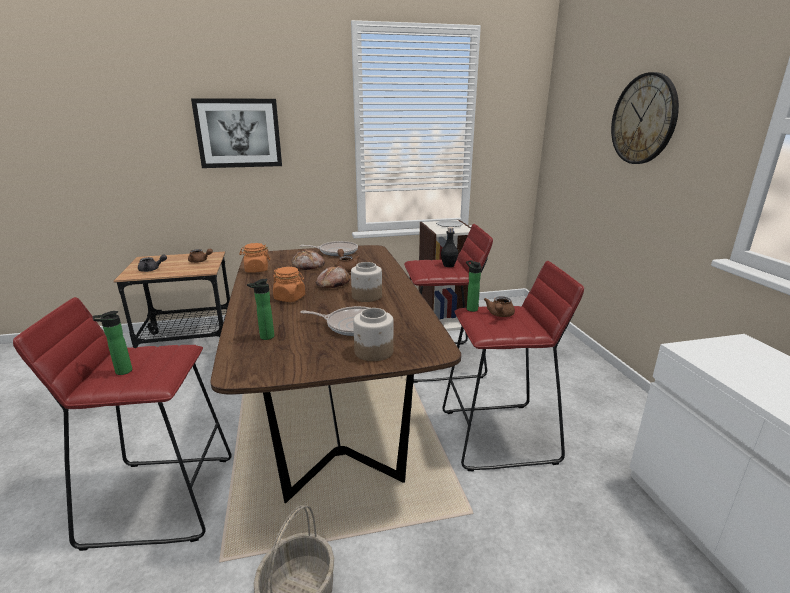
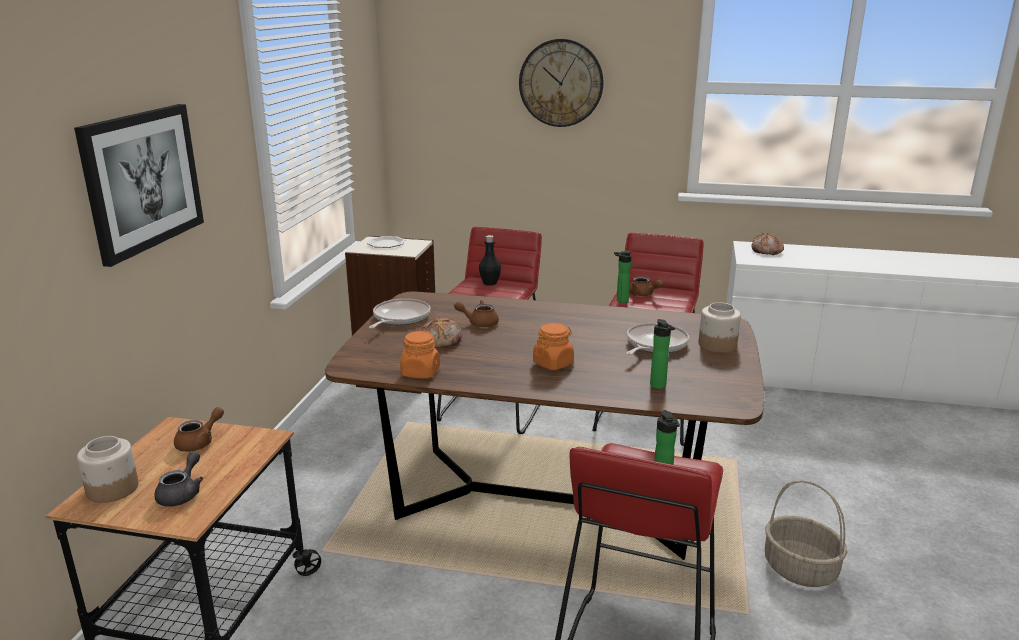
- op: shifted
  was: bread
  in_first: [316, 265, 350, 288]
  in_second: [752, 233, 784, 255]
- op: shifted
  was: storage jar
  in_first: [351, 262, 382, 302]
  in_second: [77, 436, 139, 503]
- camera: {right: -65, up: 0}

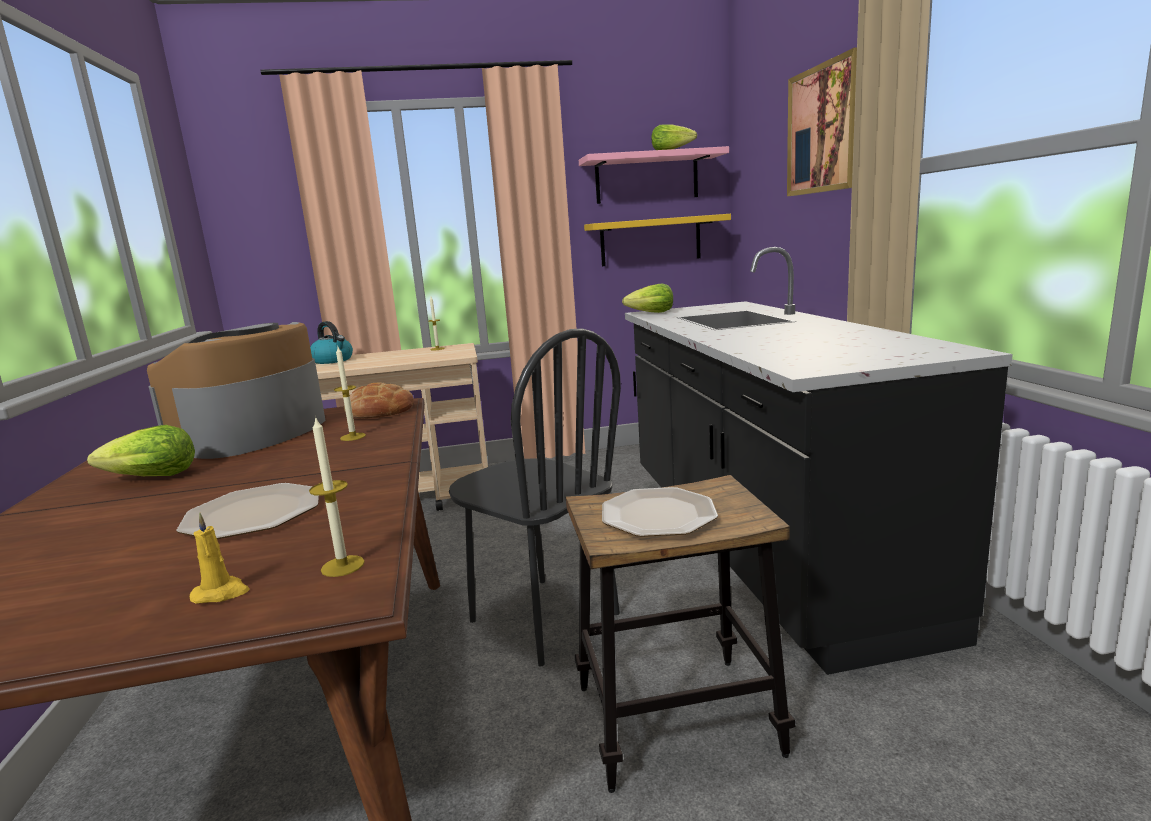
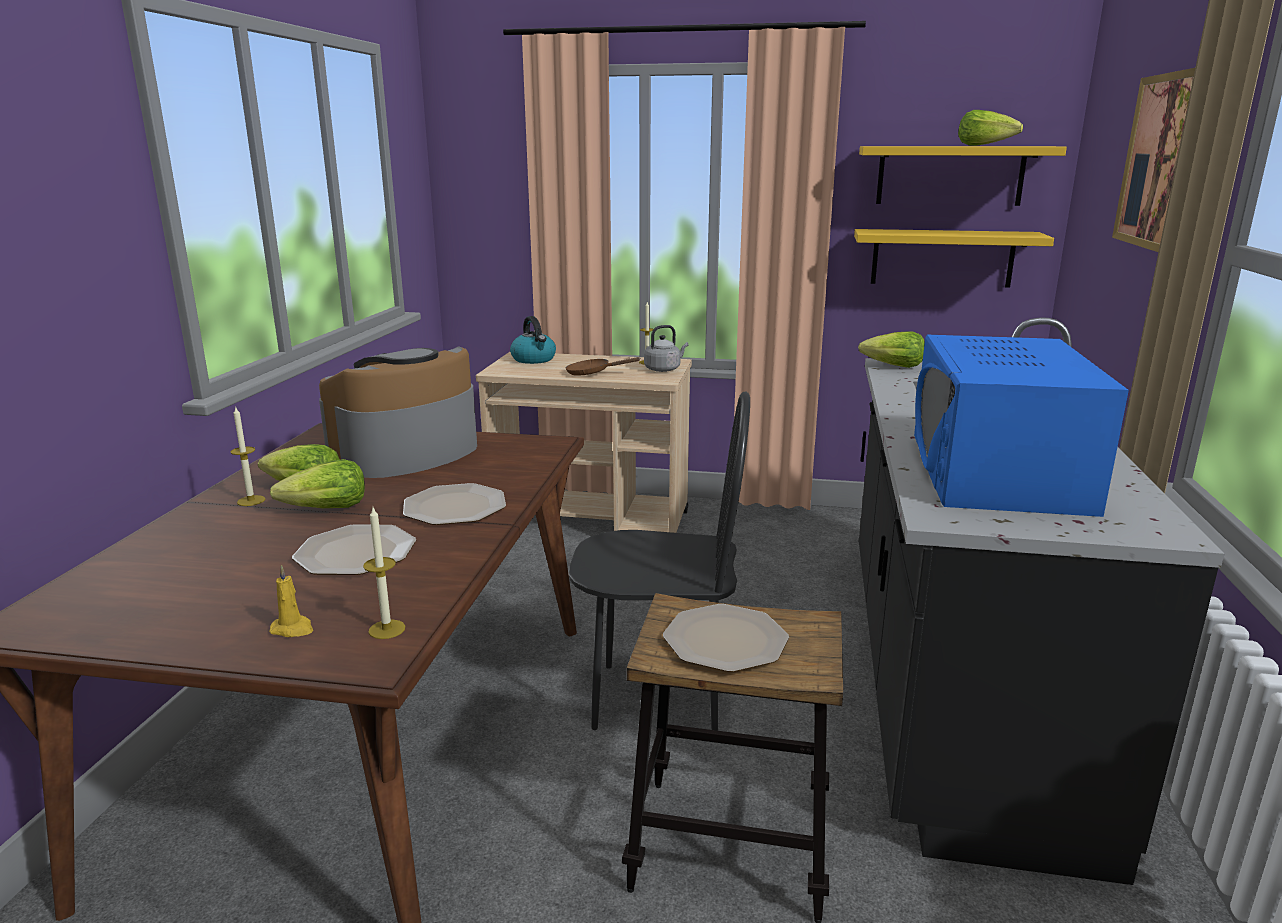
- op: gone
  was: bread
  in_first: [344, 382, 414, 419]
- op: new
  now: head of lettuce
  in_second: [270, 459, 365, 508]
- op: new
  now: plate
  in_second: [403, 483, 506, 525]
- op: new
  now: brownish skillet
  in_second: [566, 357, 641, 376]
- op: new
  now: grey kettle
  in_second: [644, 325, 689, 372]
- op: new
  now: blue microwave
  in_second: [914, 335, 1129, 517]
- op: shifted
  was: wax candle
  in_first: [334, 347, 366, 441]
  in_second: [230, 406, 266, 506]
- op: repainted
  was: pink-coloured bracket shelf
  now: yellow-coloured bracket shelf
  in_first: [579, 146, 729, 204]
  in_second: [859, 146, 1067, 206]
- op: rotated
  was: black-coloured chair
  in_first: [449, 328, 621, 666]
  in_second: [568, 391, 750, 731]
  clockwise: -60
- camera: {right: 20, up: 5}

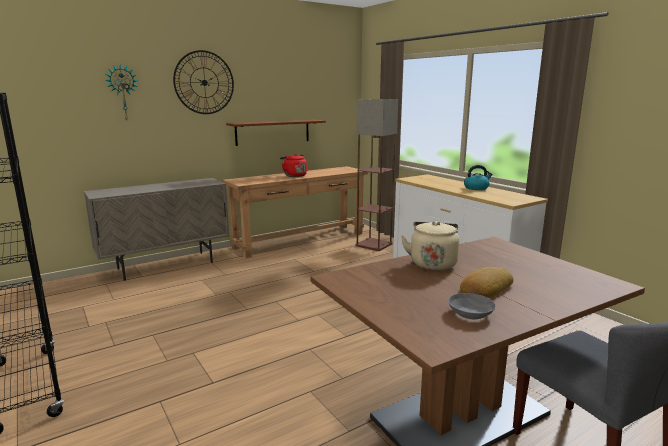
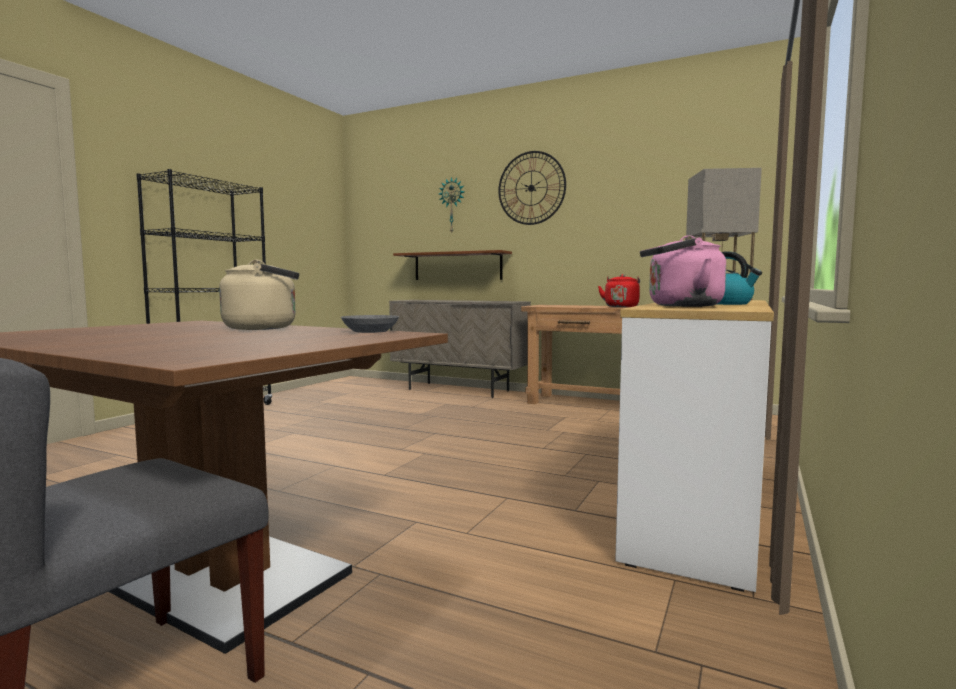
- op: gone
  was: bread
  in_first: [460, 267, 513, 298]
- op: new
  now: pink-coloured kettle
  in_second: [640, 235, 726, 307]
- op: shifted
  was: brownish bracket shelf
  in_first: [226, 120, 326, 146]
  in_second: [393, 250, 512, 280]
- op: shifted
  was: grey deep dish
  in_first: [448, 293, 496, 319]
  in_second: [341, 315, 399, 333]
- camera: {right: 60, up: -10}

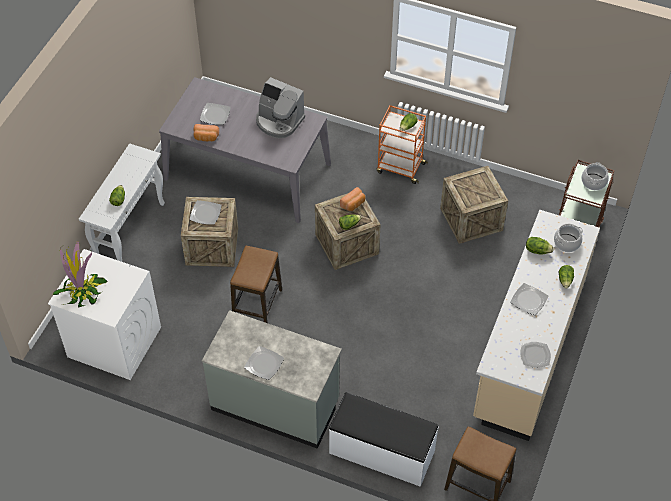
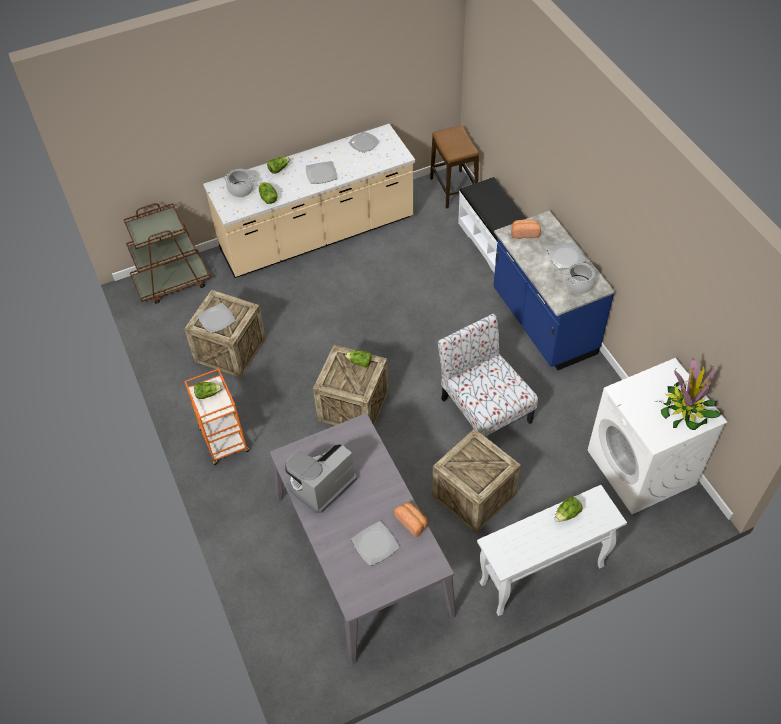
- op: shifted
  was: plate
  in_first: [190, 200, 222, 225]
  in_second: [197, 303, 236, 334]
- op: shifted
  was: bread
  in_first: [340, 187, 365, 211]
  in_second: [511, 219, 541, 239]
- op: shifted
  was: stockpot
  in_first: [582, 162, 609, 190]
  in_second: [564, 263, 596, 294]
- op: swapped
  was: stool
  now: chair
  in_first: [230, 246, 282, 323]
  in_second: [438, 314, 538, 437]
- op: repainted
  was: grey kitchen counter
  now: blue kitchen counter
  in_first: [202, 310, 342, 449]
  in_second: [493, 210, 615, 370]
- op: rotated
  was: coffee maker
  in_first: [256, 77, 305, 138]
  in_second: [285, 444, 357, 513]
  clockwise: -120
- camera: {right: -135, up: 0}

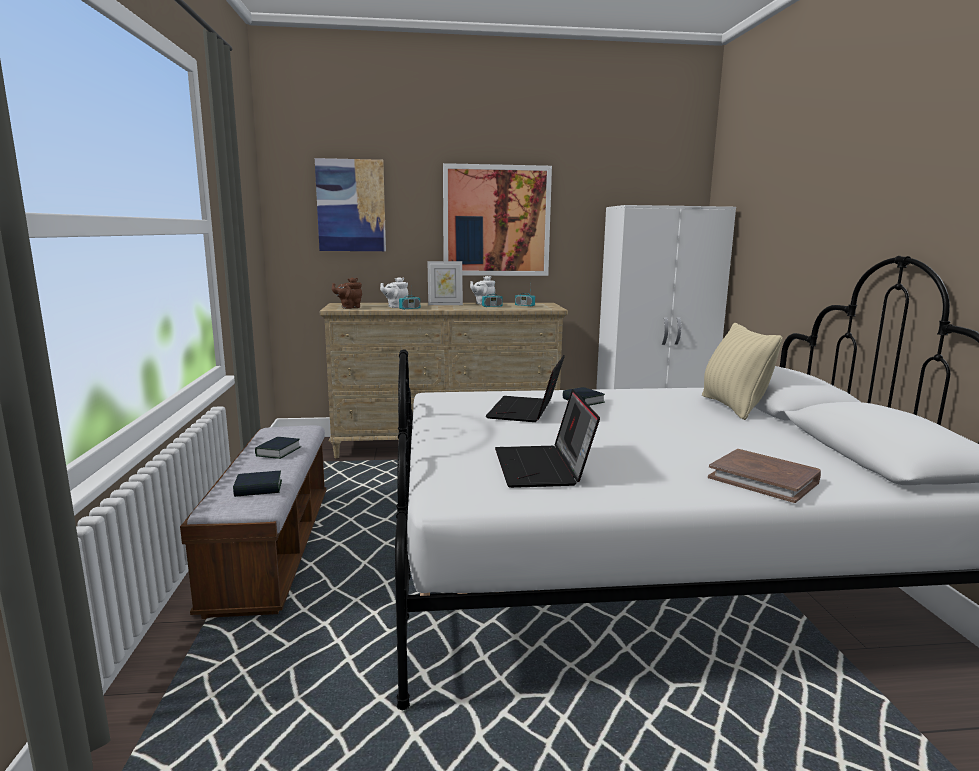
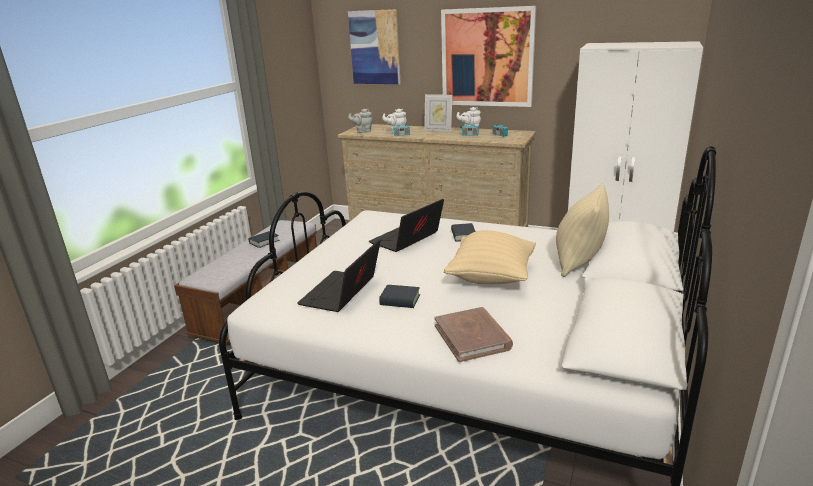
- op: new
  now: beige throw pillow
  in_second: [444, 230, 536, 284]
- op: shifted
  was: volume
  in_first: [233, 471, 282, 497]
  in_second: [379, 285, 420, 308]
- op: repainted
  was: brownish teapot
  now: grey teapot
  in_first: [332, 278, 362, 309]
  in_second: [348, 109, 373, 133]
- camera: {right: 30, up: 10}

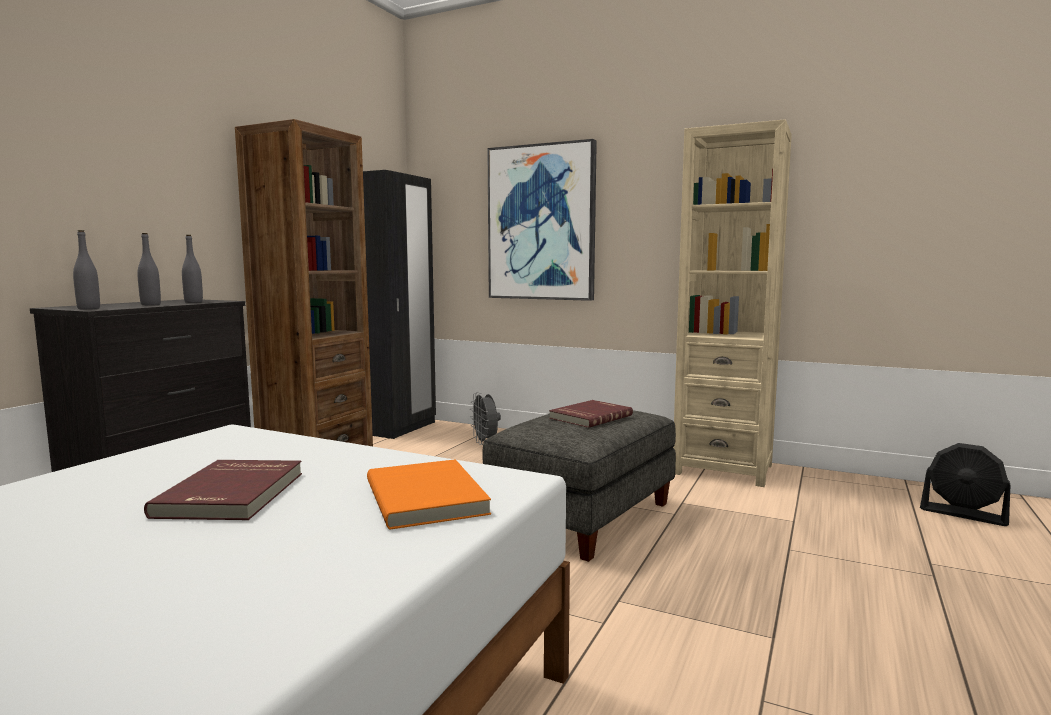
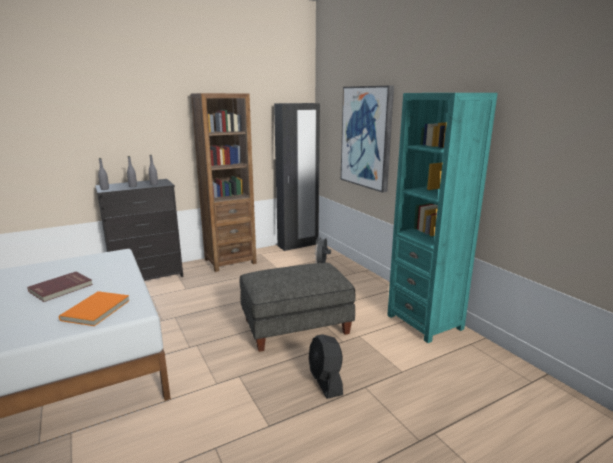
- op: gone
  was: red-coloured volume
  in_first: [549, 400, 633, 428]
- op: shifted
  was: black-coloured electric fan
  in_first: [920, 443, 1011, 526]
  in_second: [309, 334, 343, 399]
- op: repainted
  was: beige bookcase
  now: turquoise bookcase
  in_first: [673, 119, 792, 487]
  in_second: [387, 93, 498, 343]
- camera: {right: 35, up: 10}

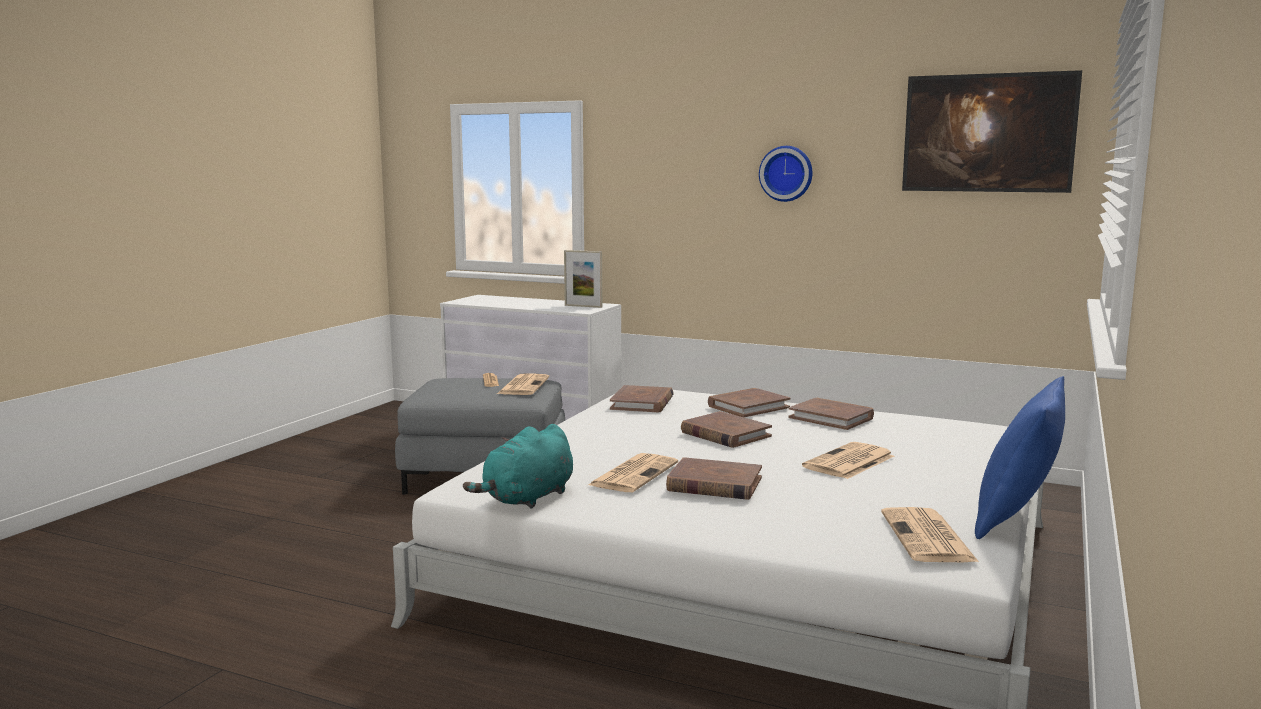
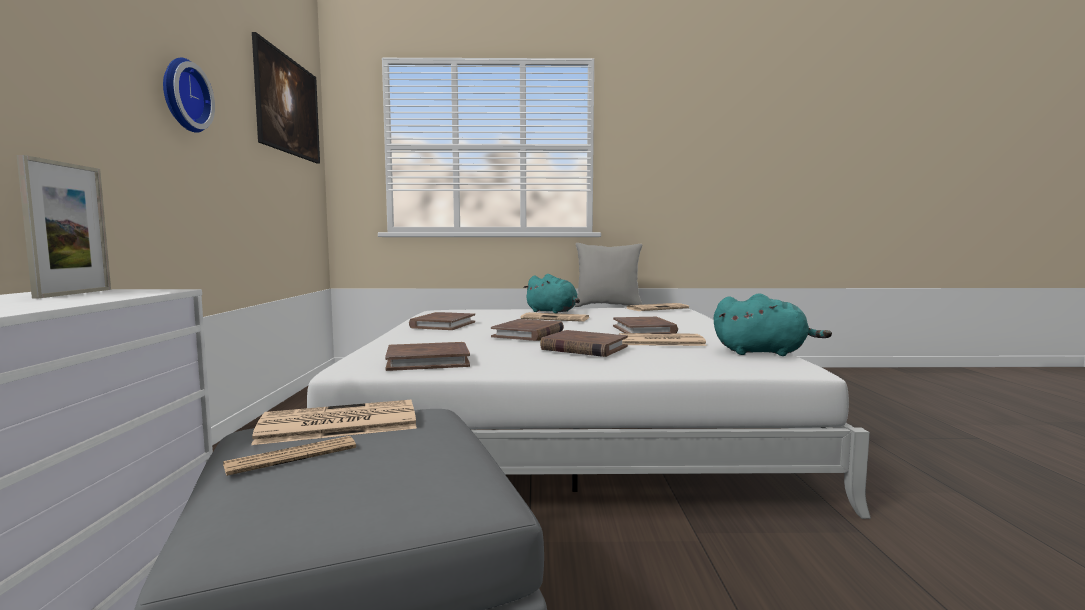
- op: new
  now: turquoise soft toy
  in_second: [523, 274, 580, 313]
- op: shifted
  was: brownish volume
  in_first: [708, 388, 790, 417]
  in_second: [540, 330, 628, 357]
- op: repainted
  was: blue throw pillow
  now: grey throw pillow
  in_first: [975, 376, 1065, 539]
  in_second: [574, 243, 643, 307]
- camera: {right: -115, up: -5}

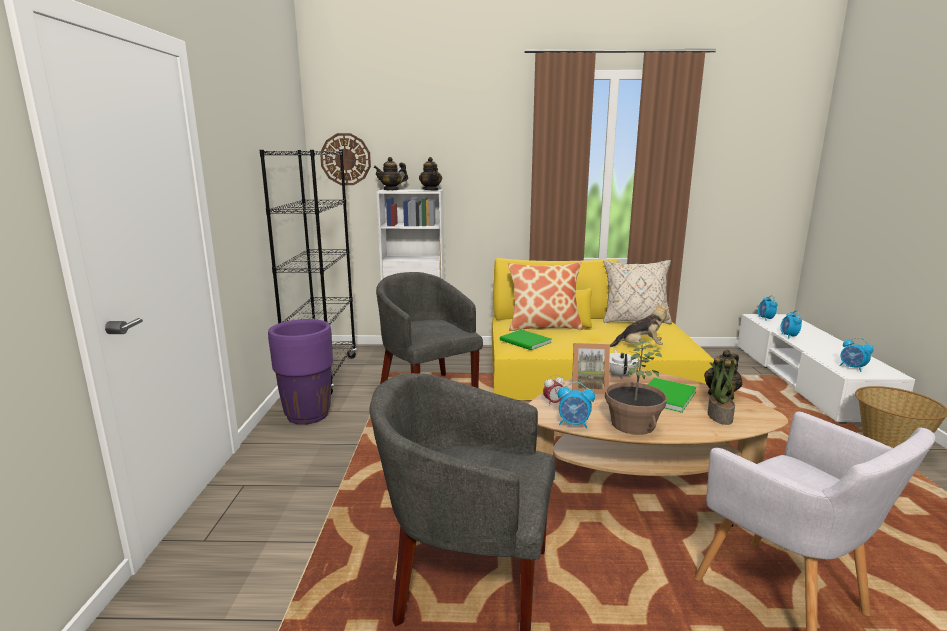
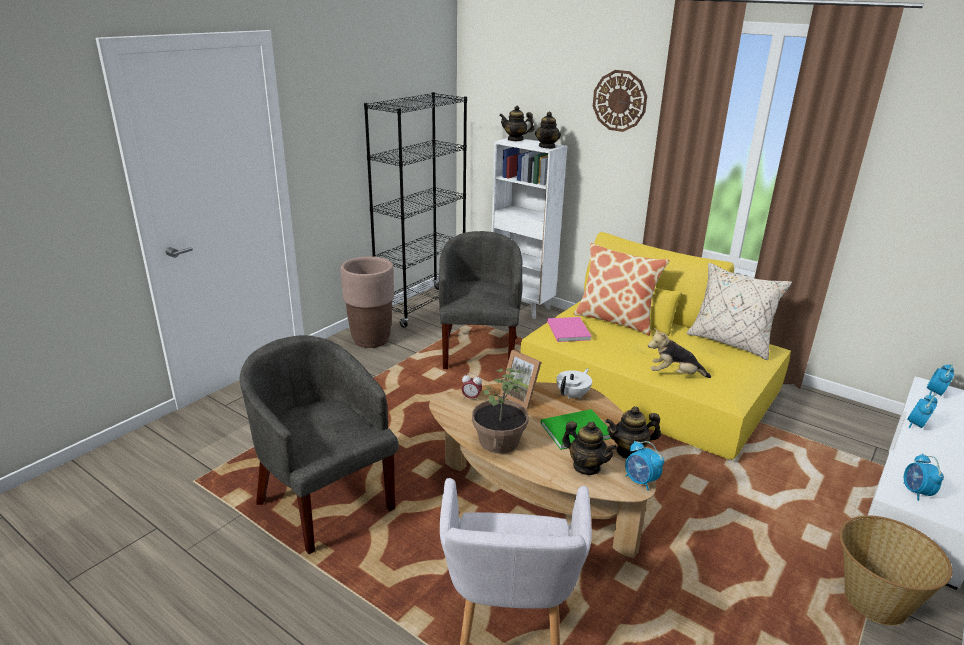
- op: shifted
  was: hanging clock
  in_first: [320, 133, 371, 185]
  in_second: [593, 70, 647, 132]
- op: shifted
  was: alarm clock
  in_first: [558, 382, 595, 429]
  in_second: [625, 441, 664, 491]
- op: swapped
  was: houseplant
  now: teapot
  in_first: [707, 356, 735, 425]
  in_second: [562, 421, 617, 475]
- op: repainted
  was: purple flower pot
  now: brownish flower pot
  in_first: [268, 319, 333, 425]
  in_second: [340, 256, 394, 348]
- op: repainted
  was: green-coloured volume
  now: pink-coloured volume
  in_first: [500, 330, 552, 350]
  in_second: [547, 317, 592, 342]
- op: rotated
  was: soft toy
  in_first: [610, 303, 670, 347]
  in_second: [648, 328, 711, 378]
  clockwise: 150
- camera: {right: 35, up: 10}

